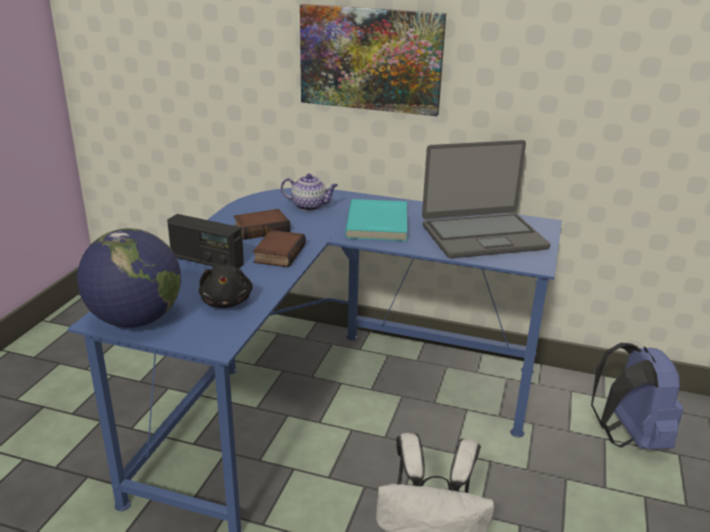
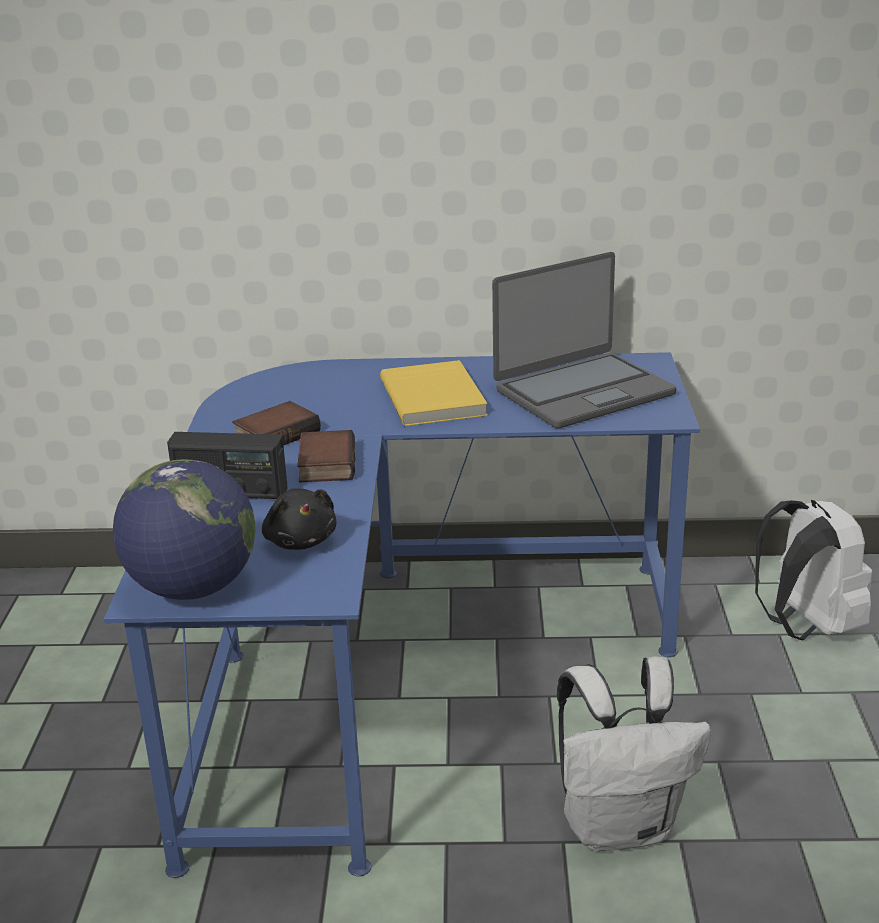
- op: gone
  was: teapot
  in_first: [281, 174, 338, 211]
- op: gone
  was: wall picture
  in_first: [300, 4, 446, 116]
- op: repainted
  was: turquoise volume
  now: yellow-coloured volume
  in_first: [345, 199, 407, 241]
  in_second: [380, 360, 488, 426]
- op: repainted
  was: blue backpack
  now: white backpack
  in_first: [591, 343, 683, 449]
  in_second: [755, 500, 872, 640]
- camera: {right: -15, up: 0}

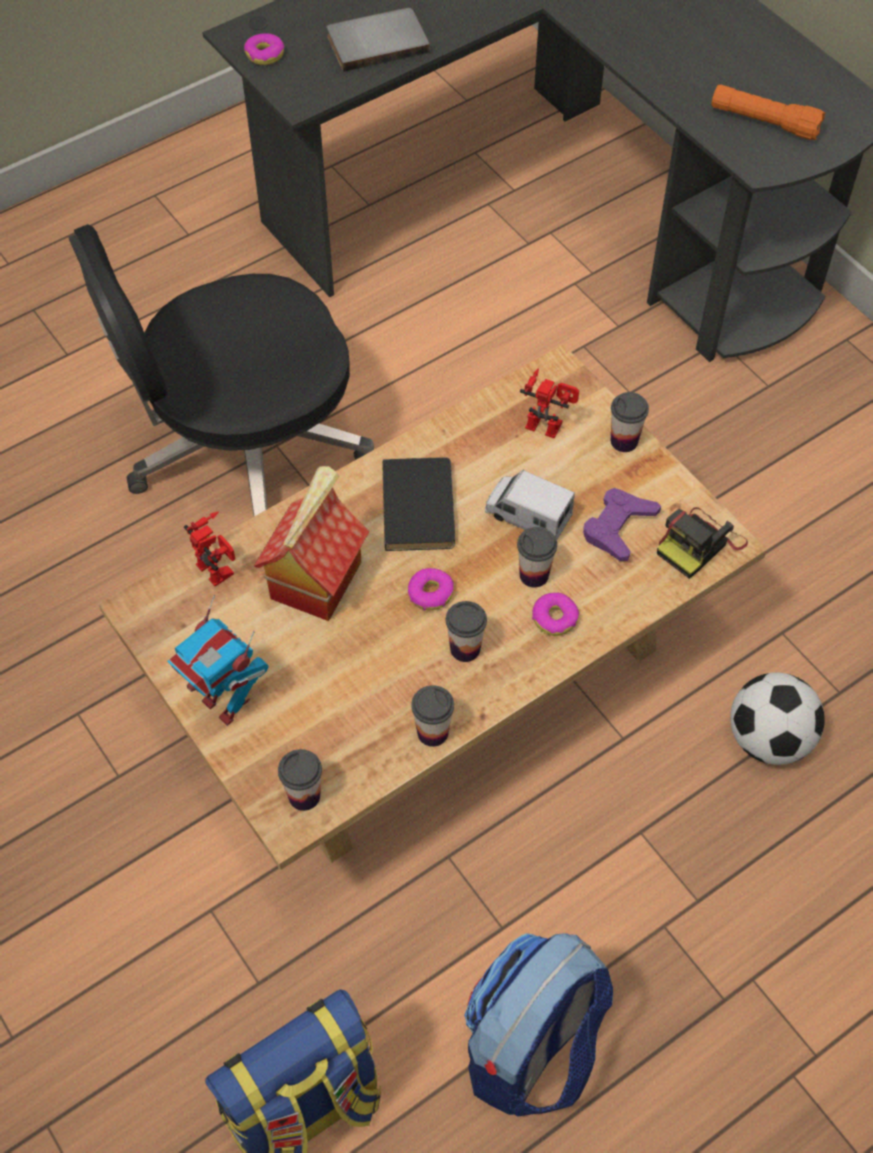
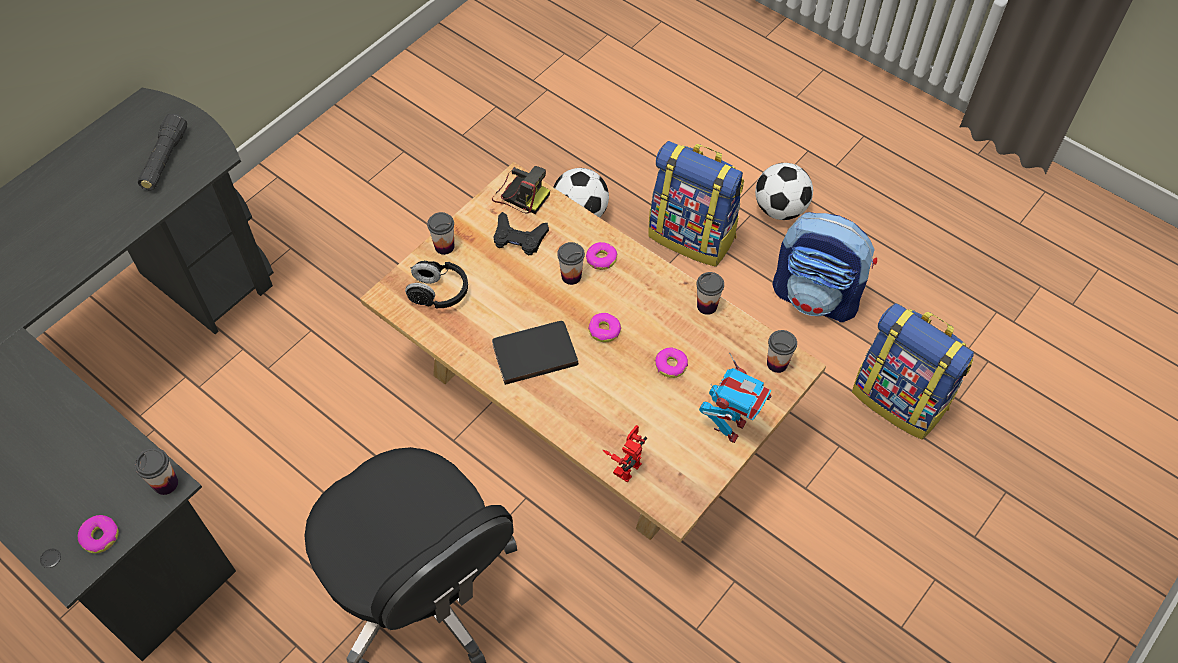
- op: gone
  was: toy house
  in_first: [254, 466, 369, 621]
- op: gone
  was: grey volume
  in_first: [326, 8, 430, 72]
- op: gone
  was: toy truck
  in_first: [485, 469, 575, 540]
- op: new
  now: backpack
  in_second: [648, 141, 744, 267]
- op: new
  now: ring doughnut
  in_second: [655, 347, 688, 378]
- op: new
  now: football
  in_second: [755, 163, 813, 220]
- op: shifted
  was: cup
  in_first: [446, 601, 487, 662]
  in_second: [134, 448, 178, 495]
- op: swapped
  was: model robot
  now: black-coloured headset
  in_first: [520, 368, 579, 438]
  in_second: [405, 260, 468, 309]
- op: repainted
  was: purple gamepad
  now: black-coloured gamepad
  in_first: [583, 488, 661, 561]
  in_second: [494, 212, 549, 255]
- op: repainted
  was: orangey flashlight
  now: black-coloured flashlight
  in_first: [711, 85, 825, 140]
  in_second: [138, 114, 187, 190]
- camera: {right: -105, up: 0}

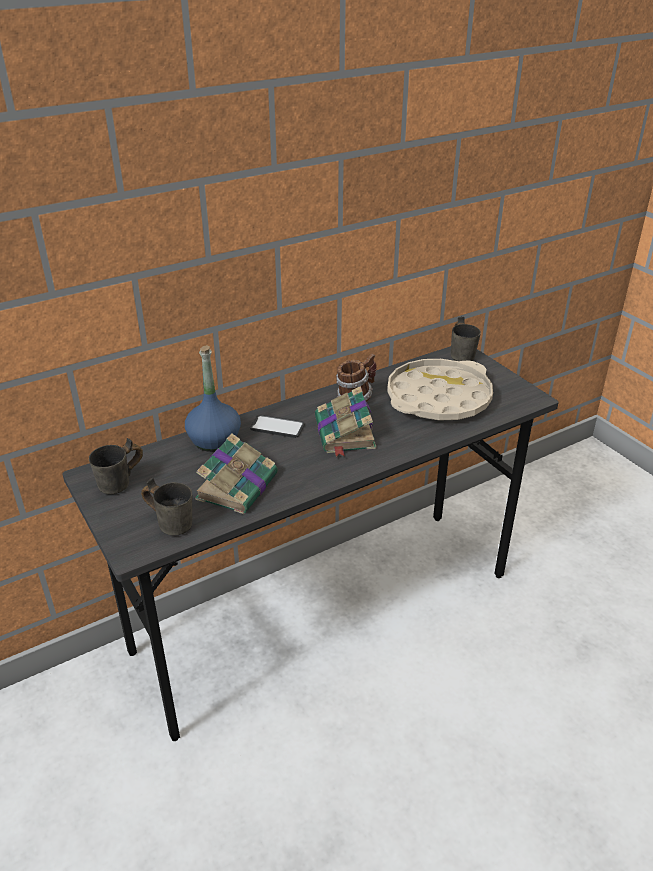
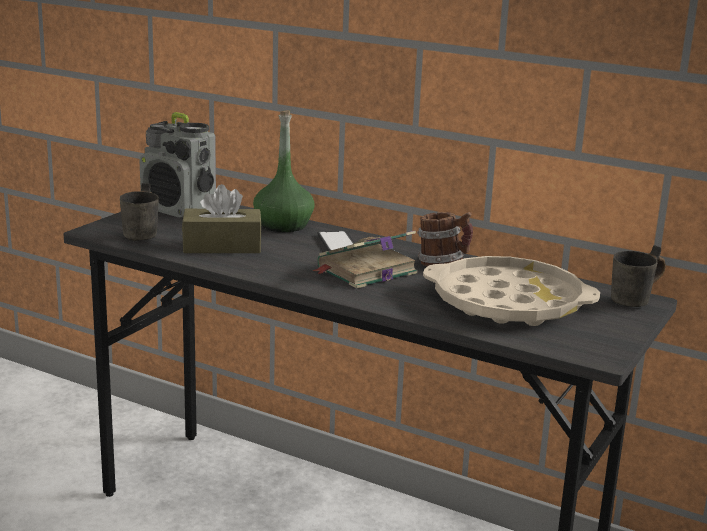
- op: swapped
  was: grey coffee mug
  now: radio
  in_first: [89, 438, 143, 494]
  in_second: [139, 112, 216, 217]
- op: swapped
  was: volume
  now: brownish box of tissues
  in_first: [195, 433, 278, 514]
  in_second: [182, 184, 262, 253]
- op: repainted
  was: blue drink bottle
  now: green-coloured drink bottle
  in_first: [185, 345, 241, 452]
  in_second: [253, 110, 315, 232]
- camera: {right: 60, up: -15}

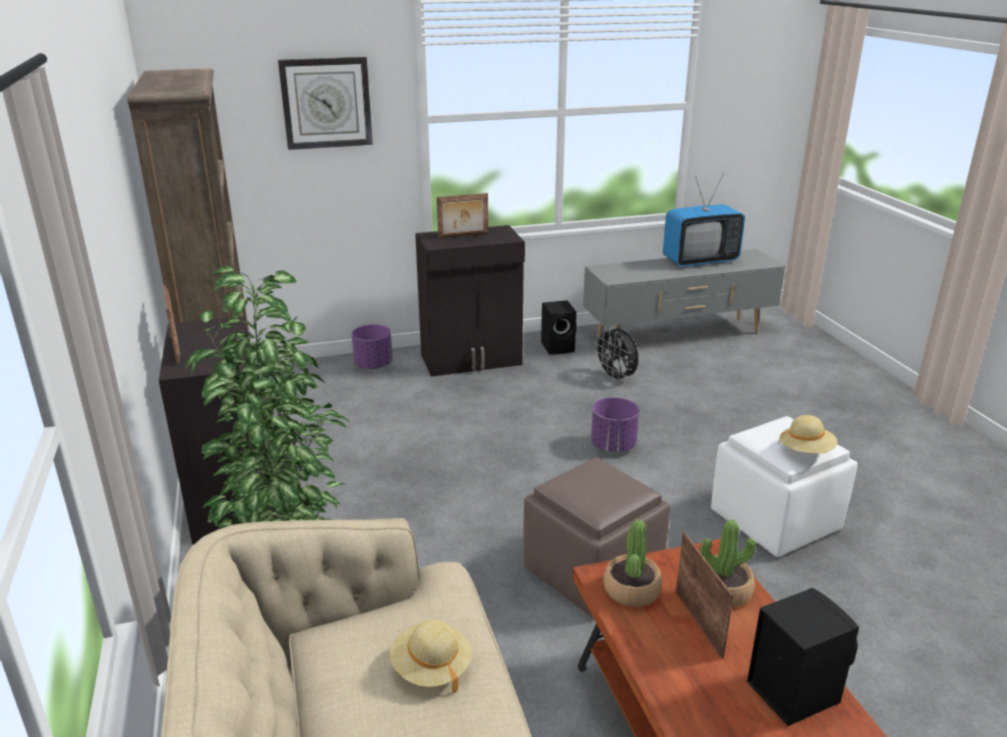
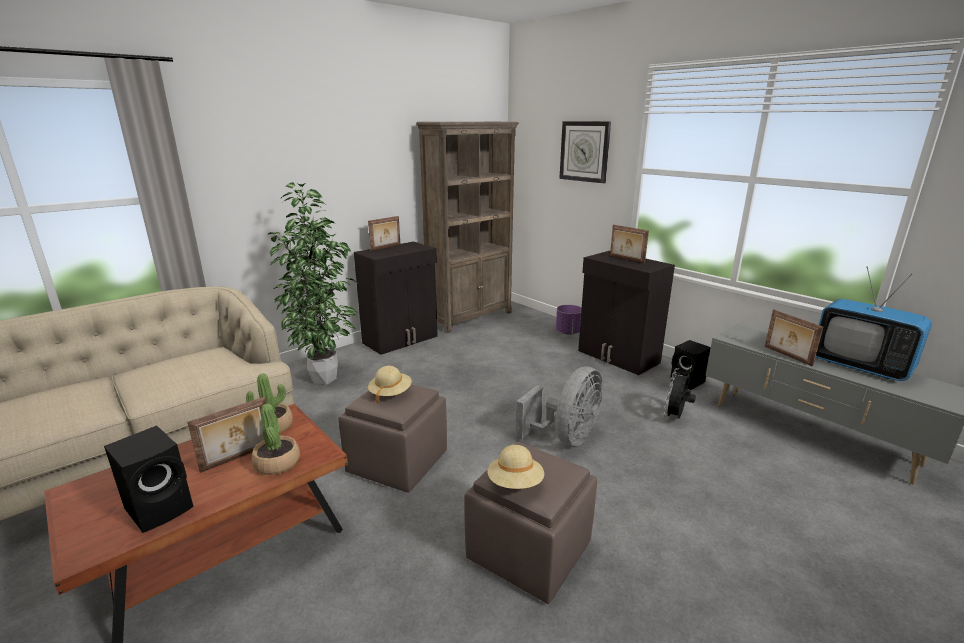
- op: new
  now: standing frame
  in_second: [765, 309, 823, 366]
- op: shifted
  was: beige hat
  in_first: [389, 619, 472, 693]
  in_second: [368, 366, 412, 404]
- op: swapped
  was: purple flower pot
  now: grey electric fan
  in_first: [591, 397, 639, 452]
  in_second: [515, 366, 603, 446]
- op: repainted
  was: white ottoman
  now: brownish ottoman
  in_first: [711, 416, 858, 557]
  in_second: [464, 442, 597, 604]
- camera: {right: 65, up: -5}

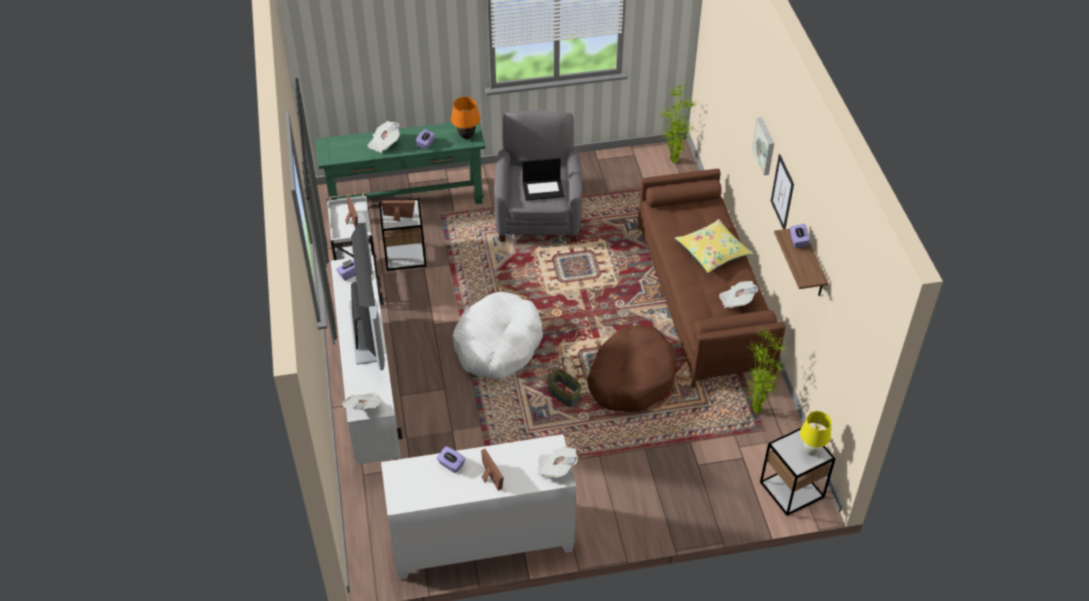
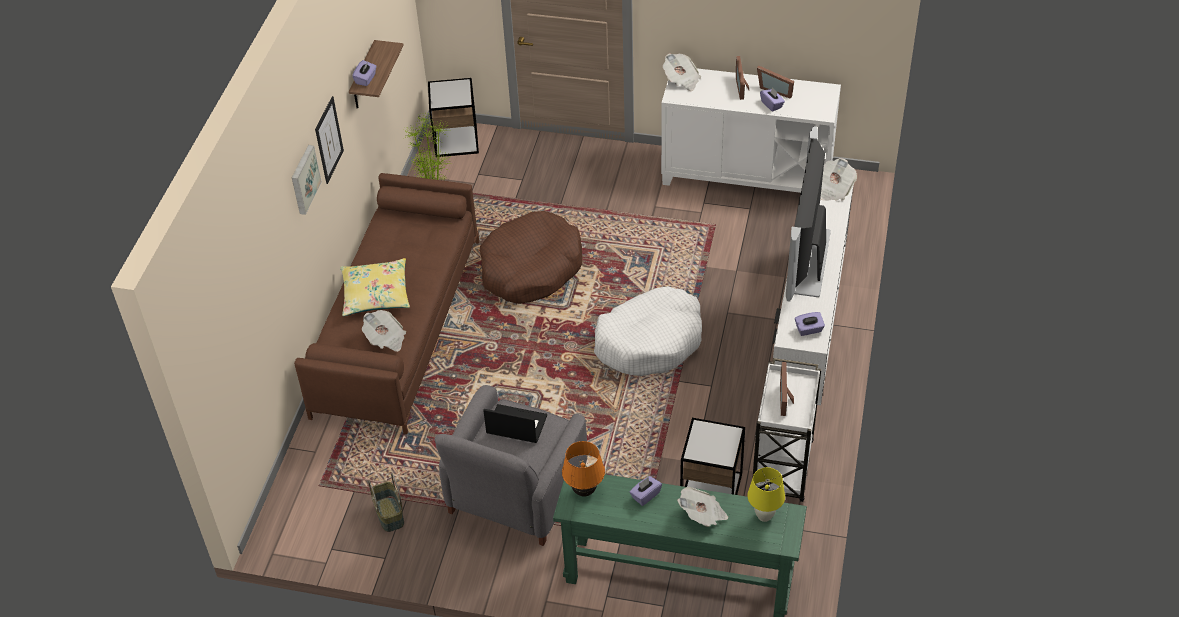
- op: gone
  was: houseplant
  in_first: [658, 82, 699, 163]
- op: shifted
  was: standing frame
  in_first: [381, 200, 415, 221]
  in_second: [757, 66, 794, 99]
- op: shifted
  was: basket
  in_first: [547, 357, 581, 407]
  in_second: [368, 473, 404, 532]
- op: shifted
  was: daily paper
  in_first: [719, 281, 758, 308]
  in_second: [362, 310, 406, 352]
- op: shifted
  was: yellow-coloured table lamp
  in_first: [800, 411, 831, 456]
  in_second: [747, 467, 785, 522]
- camera: {right: -155, up: 0}

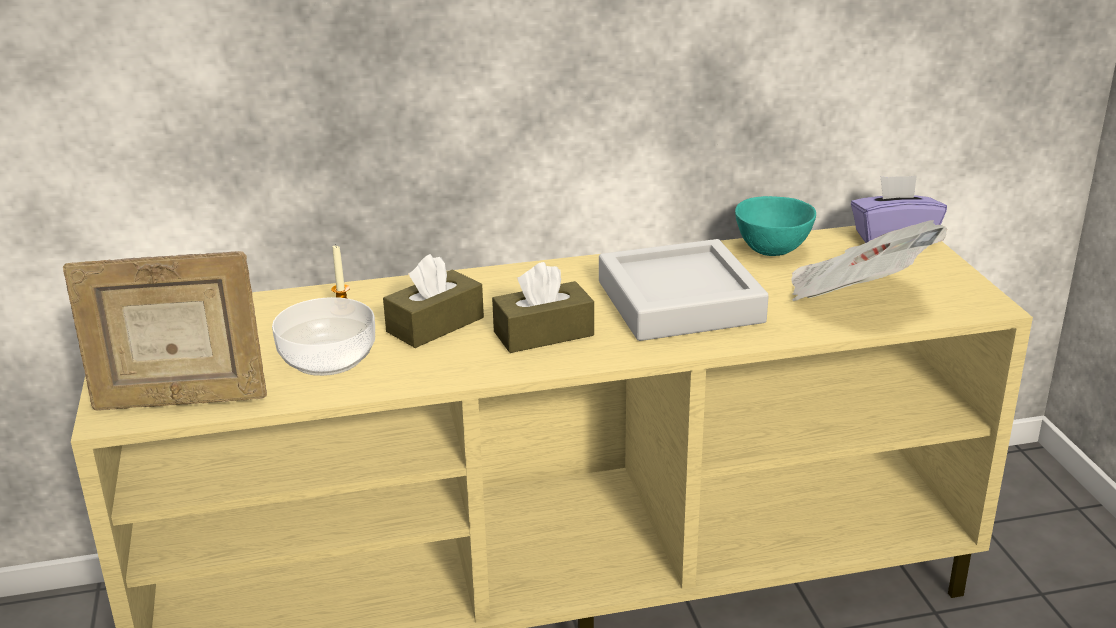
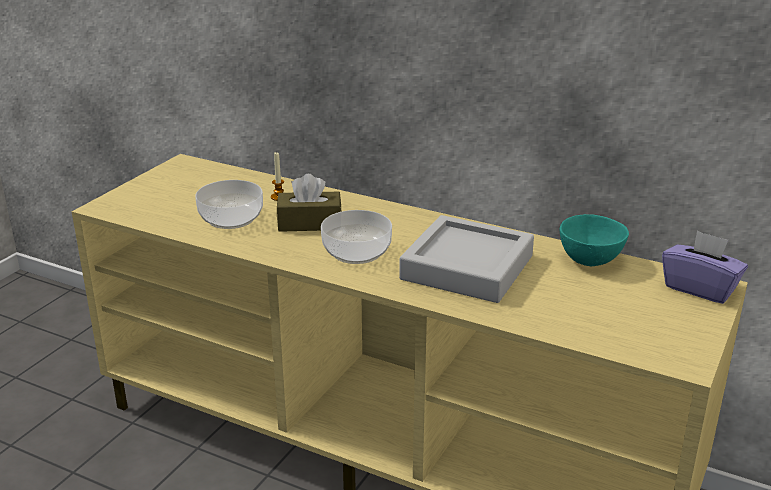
- op: gone
  was: standing frame
  in_first: [63, 251, 267, 411]
- op: gone
  was: daily paper
  in_first: [791, 220, 947, 301]
- op: swapped
  was: brownish box of tissues
  now: deep dish
  in_first: [492, 262, 594, 353]
  in_second: [321, 210, 392, 264]
- camera: {right: 40, up: 0}

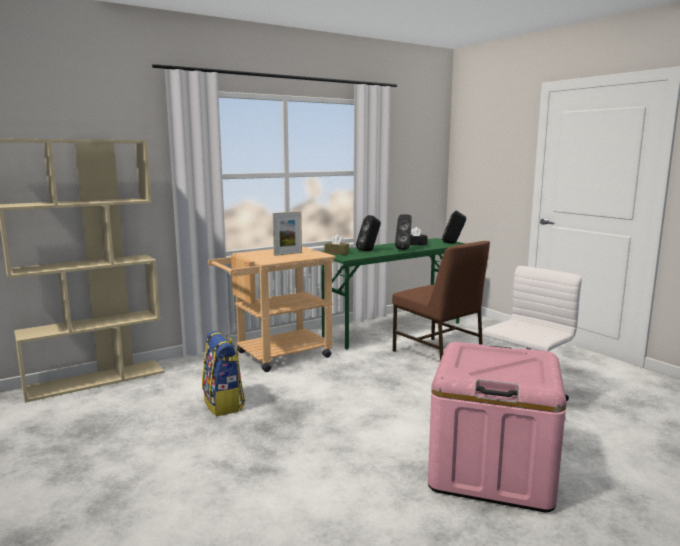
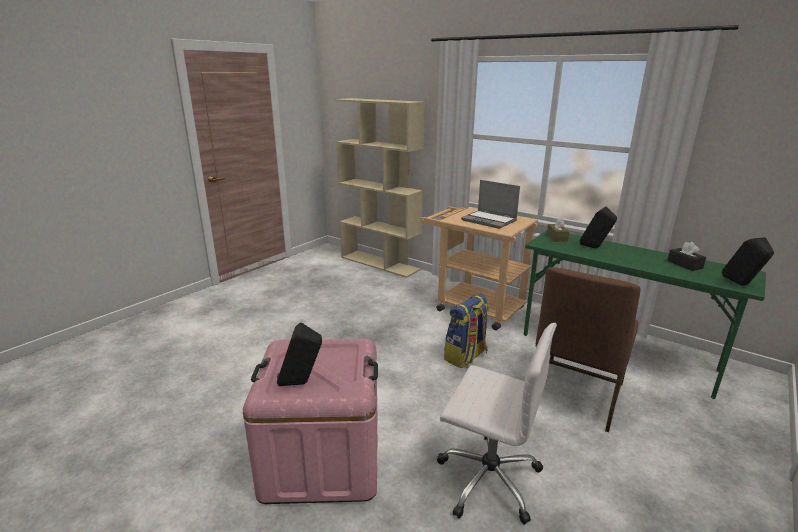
- op: shifted
  was: backpack
  in_first: [202, 331, 245, 416]
  in_second: [444, 294, 489, 369]
- op: shifted
  was: black-coloured speaker
  in_first: [395, 214, 412, 250]
  in_second: [277, 322, 322, 386]
- op: swapped
  was: standing frame
  now: laptop
  in_first: [273, 211, 302, 256]
  in_second: [461, 180, 520, 229]
- camera: {right: 70, up: 10}

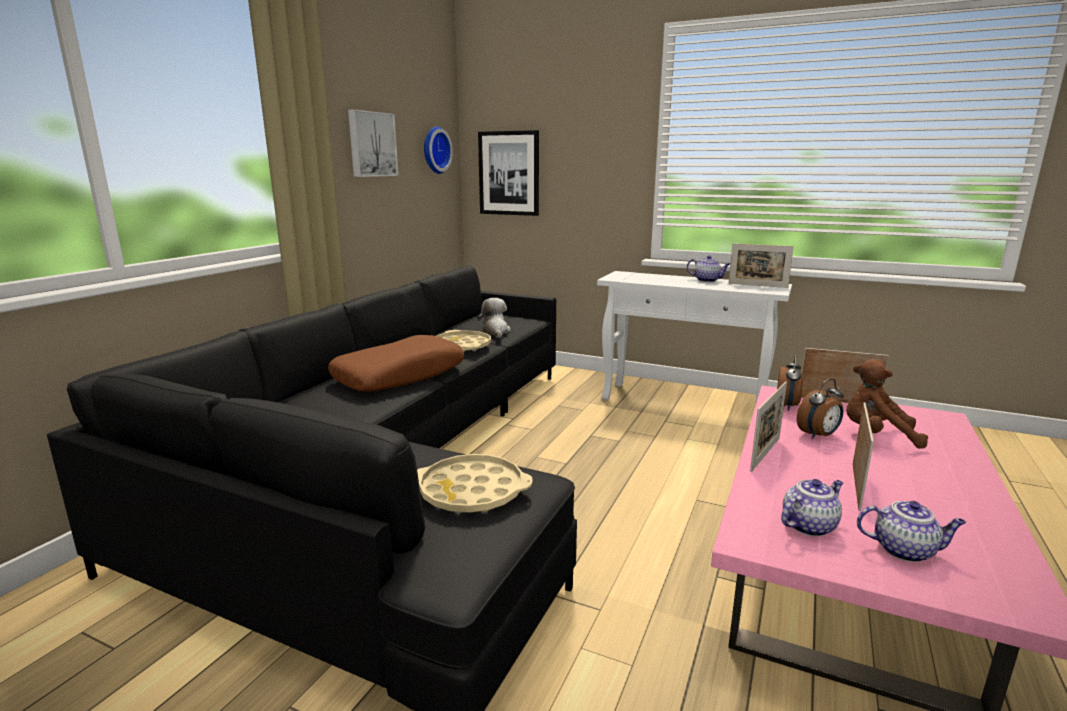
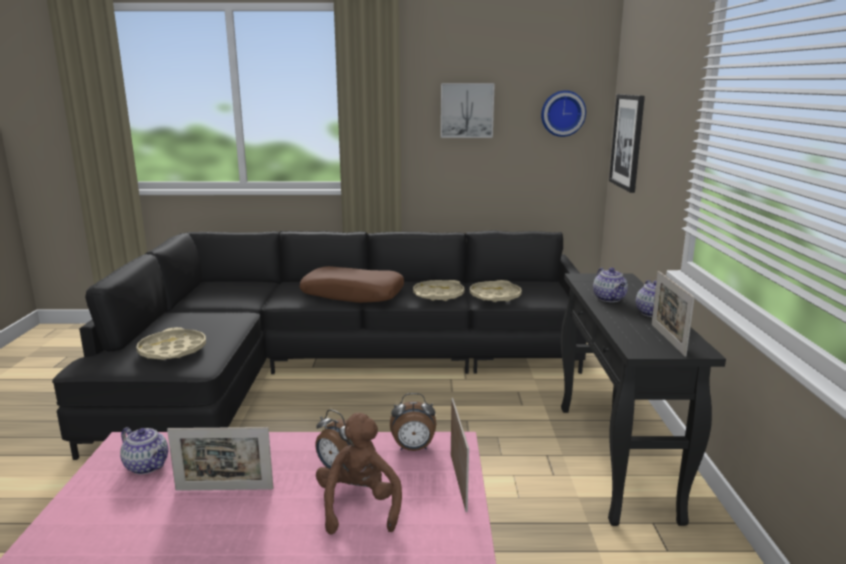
- op: gone
  was: standing frame
  in_first: [750, 382, 787, 472]
- op: shifted
  was: teapot
  in_first: [857, 501, 966, 562]
  in_second: [593, 268, 628, 302]
- op: swapped
  was: soft toy
  now: beige serving tray
  in_first: [478, 298, 511, 338]
  in_second: [470, 280, 522, 302]
- op: repainted
  was: white console table
  now: black-coloured console table
  in_first: [597, 271, 792, 406]
  in_second: [561, 274, 726, 526]
- camera: {right: 65, up: 0}

